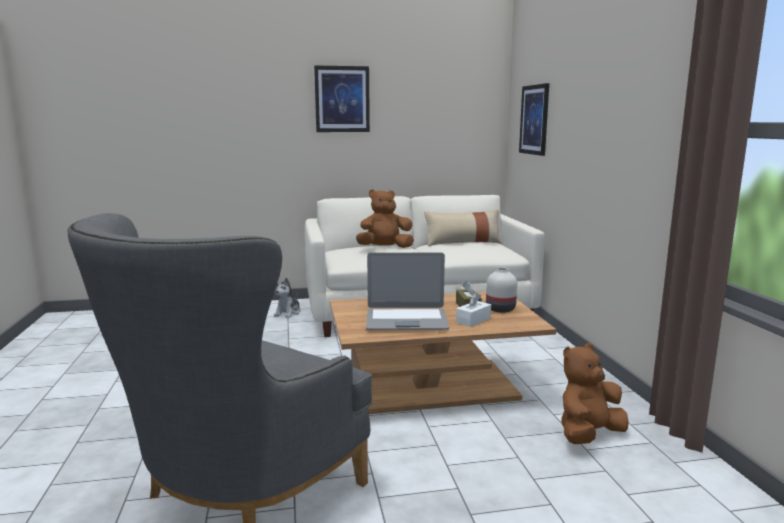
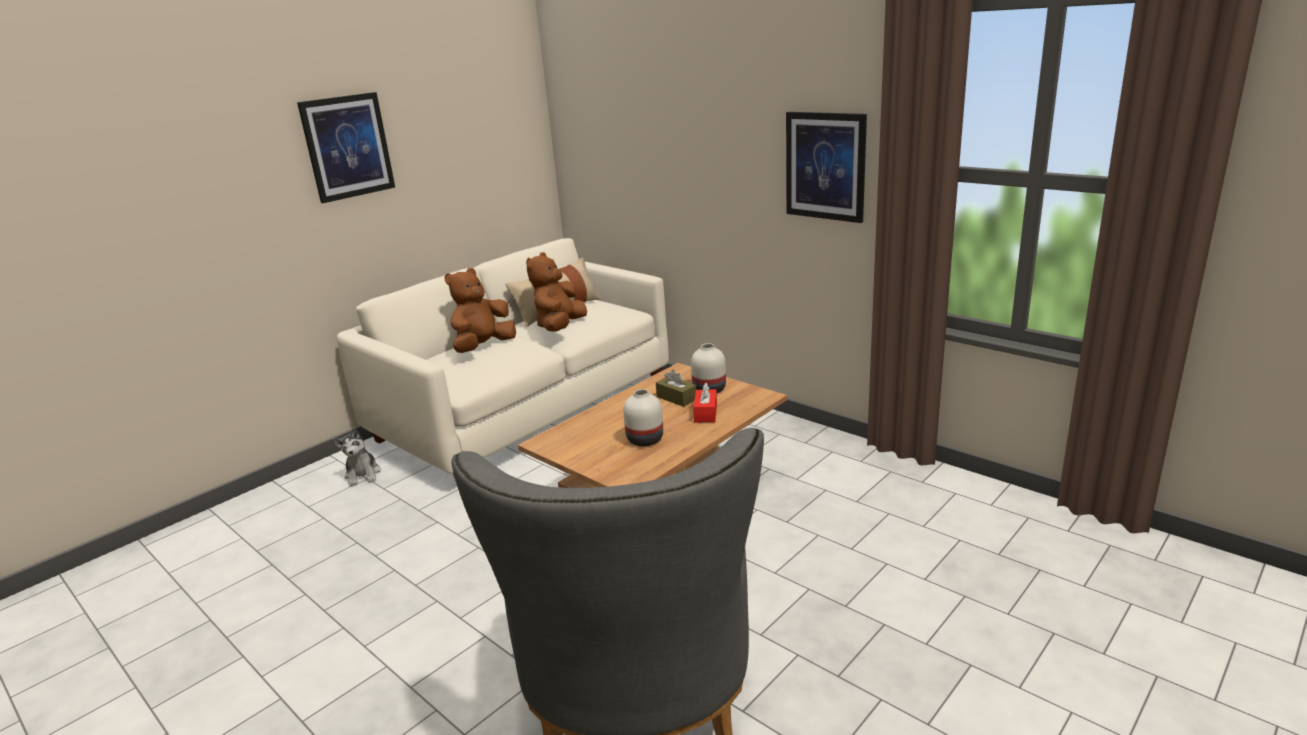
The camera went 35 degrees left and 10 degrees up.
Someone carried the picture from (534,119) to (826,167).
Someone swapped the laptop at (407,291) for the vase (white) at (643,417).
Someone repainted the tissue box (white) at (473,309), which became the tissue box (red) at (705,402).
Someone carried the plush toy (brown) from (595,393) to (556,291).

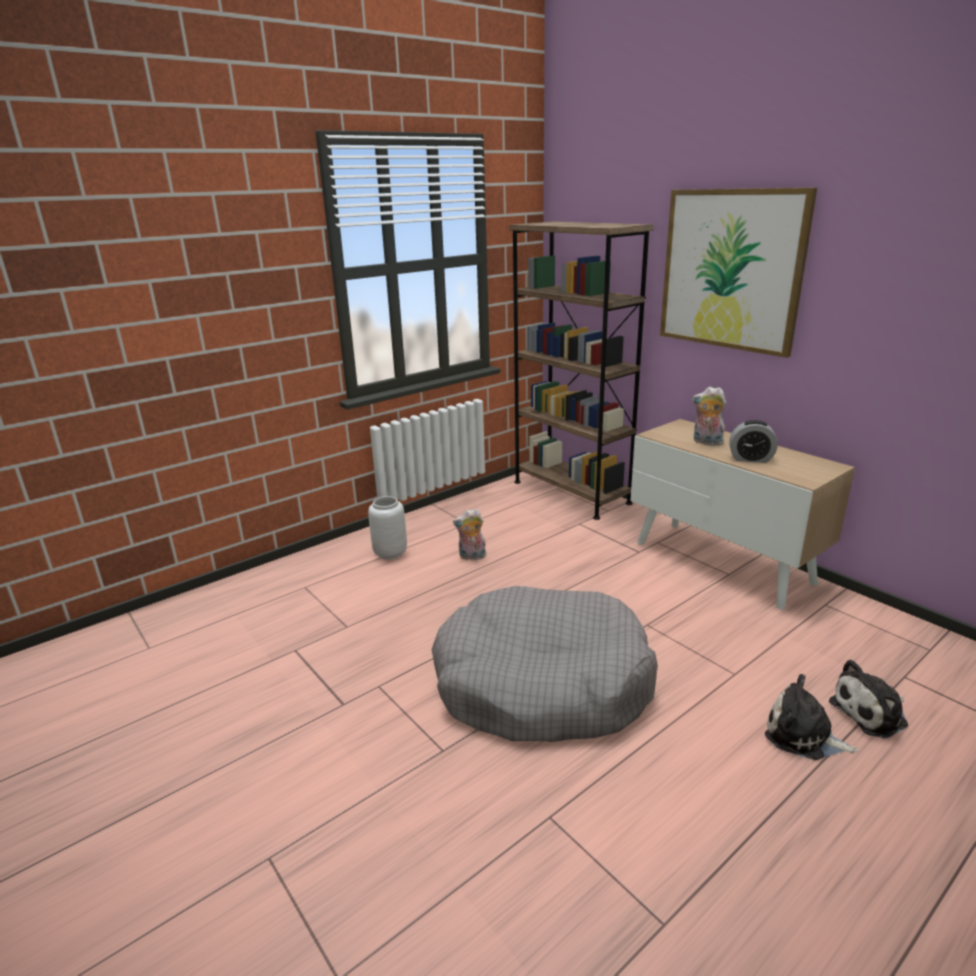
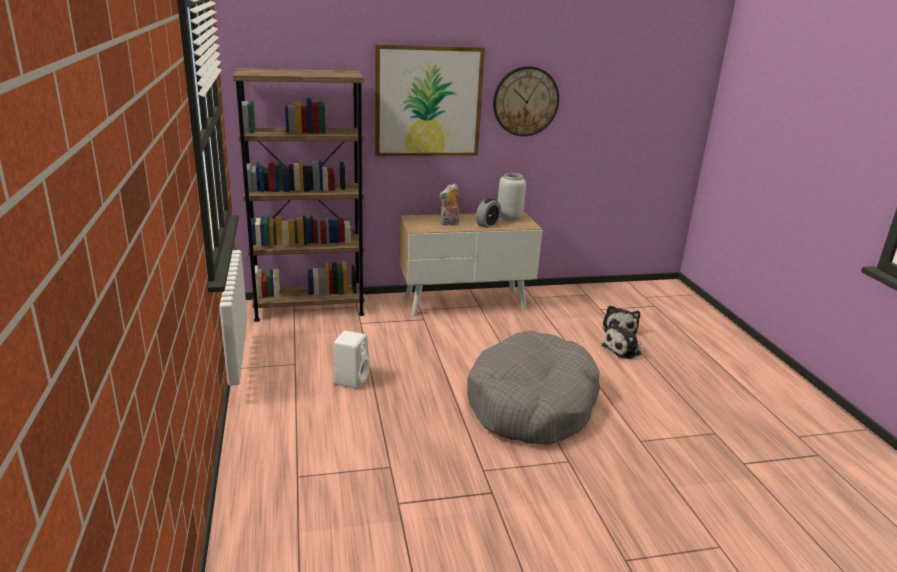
The camera went 65 degrees left and 0 degrees up.
Someone carried the vase (grey) from (387,528) to (512,197).
Someone swapped the plush toy at (470,534) for the speaker (white) at (352,360).
Someone put up the wall clock at (526,101).

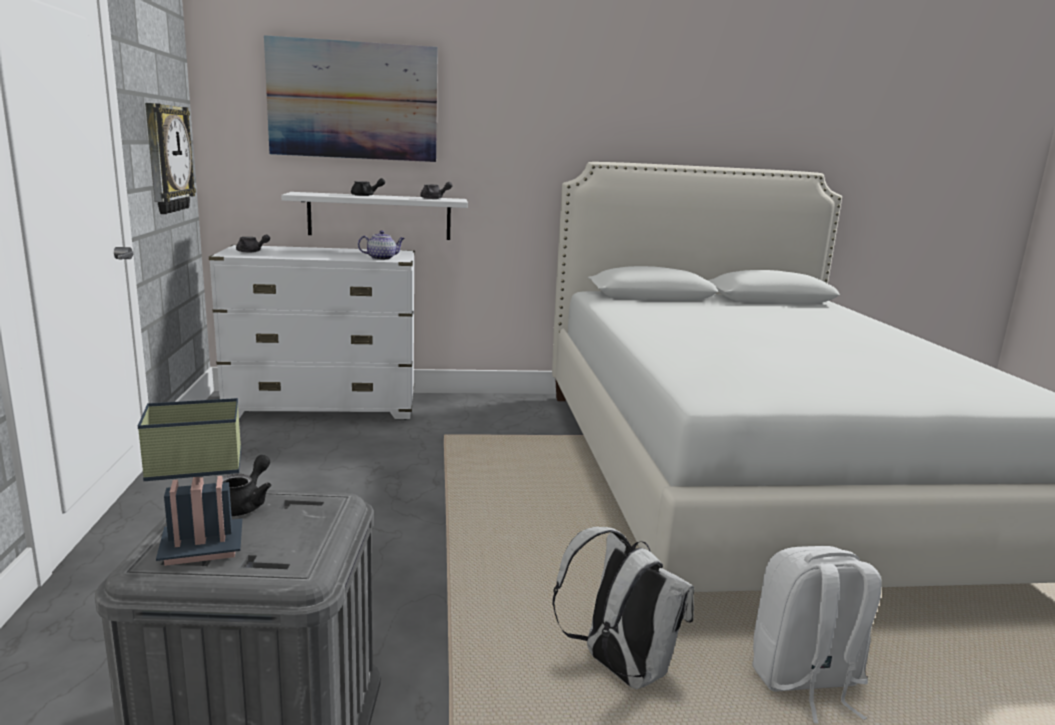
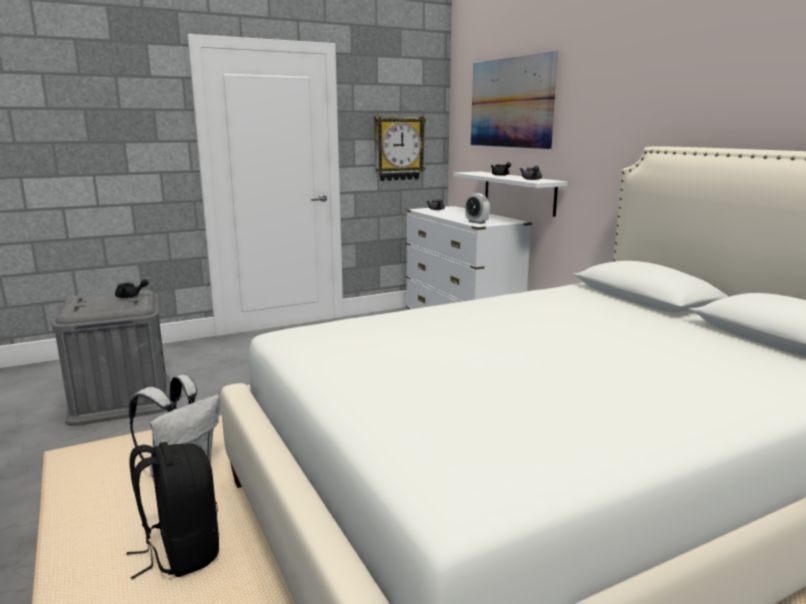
The camera went 70 degrees right and 0 degrees up.
Someone swapped the teapot at (381,245) for the alarm clock at (477,208).
Someone took away the table lamp at (190,482).
Someone repainted the backpack (white) at (817,635), which became the backpack (black) at (172,510).

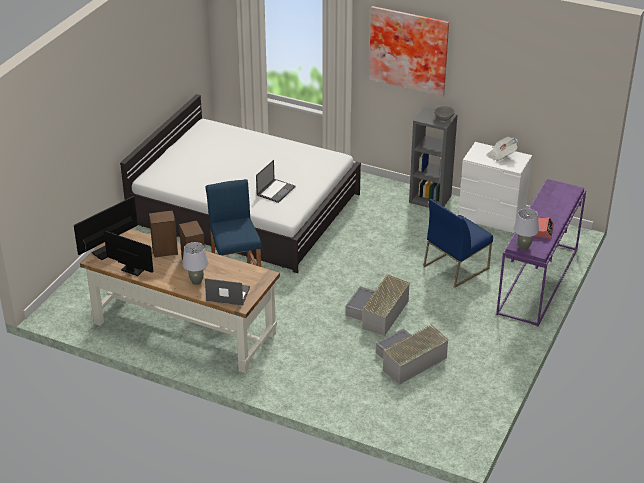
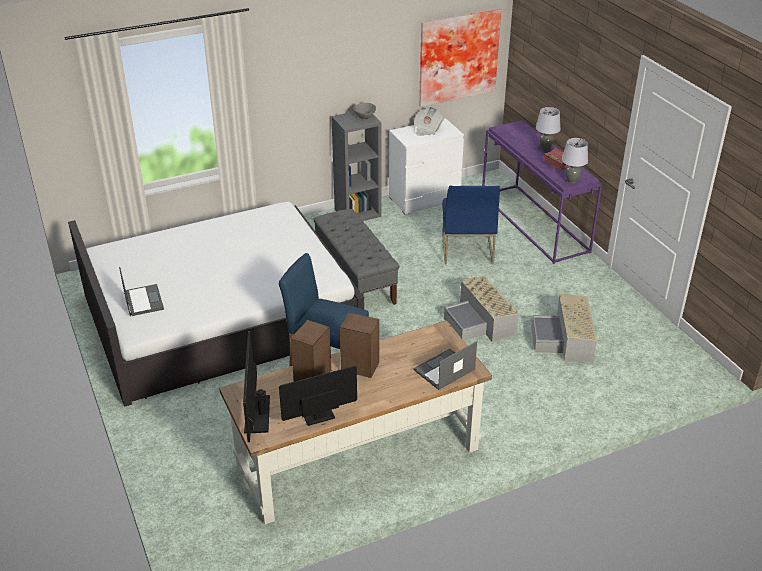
The camera went 50 degrees left and 0 degrees up.
Someone carried the picture from (409,51) to (460,58).
Someone carried the laptop from (276,181) to (141,292).
Someone carried the table lamp (grey) from (195,263) to (548,129).
Someone put down the bench (grey) at (356,257).

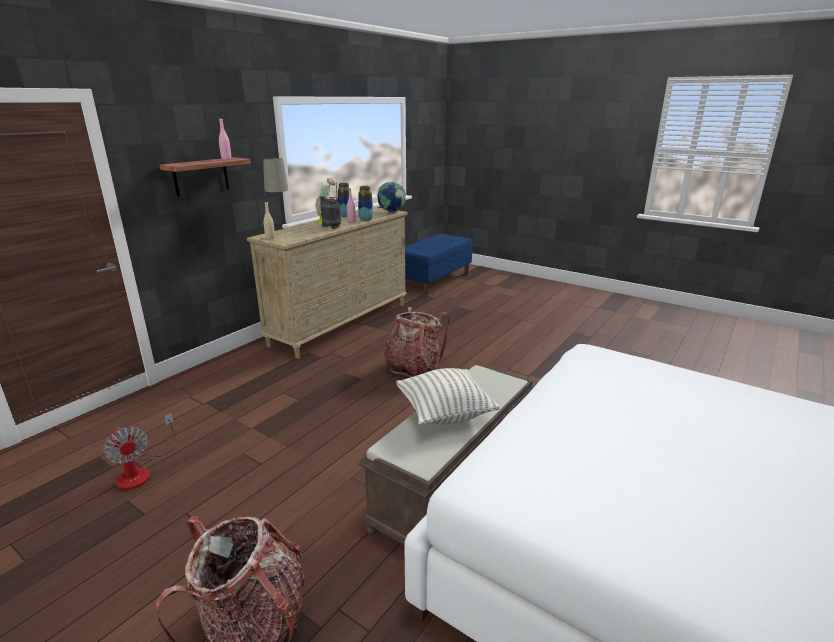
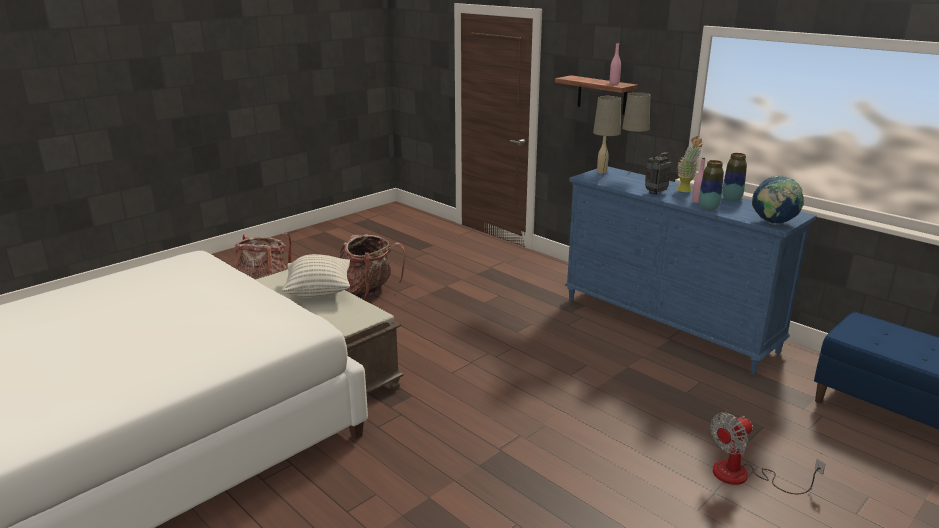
The camera went 100 degrees right and 0 degrees up.
Someone repainted the dresser (beige) at (327,283), which became the dresser (blue) at (690,270).
Someone carried the backpack from (417,342) to (372,267).
Someone carried the fan from (140,451) to (768,453).
Someone put down the table lamp (beige) at (607,138).

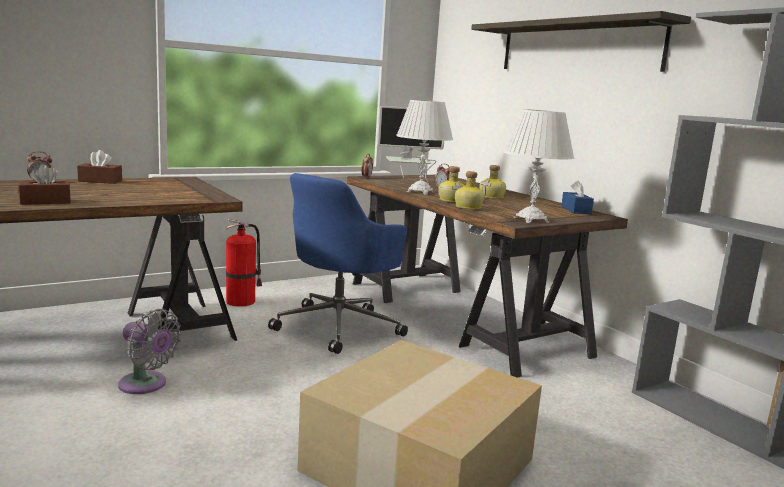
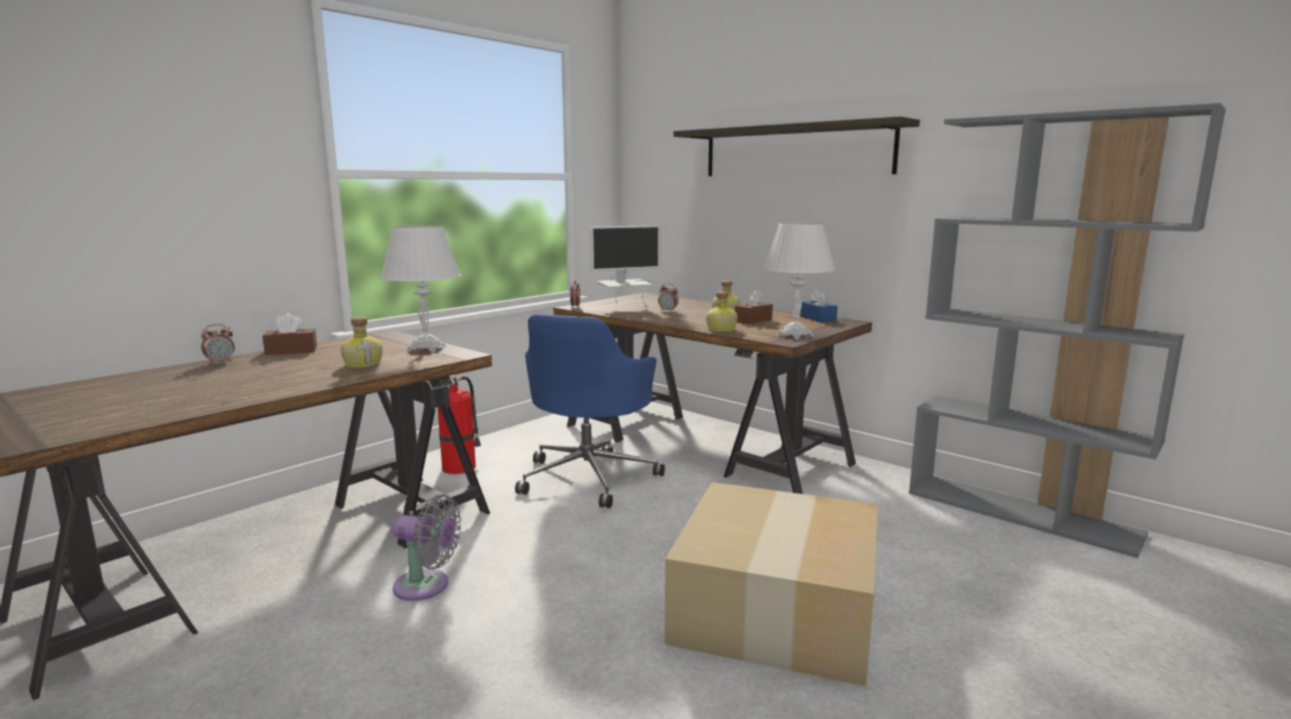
The camera went 15 degrees left and 0 degrees up.
Someone carried the table lamp (white) from (424,147) to (420,289).
Someone carried the tissue box (brown) from (45,184) to (754,307).
Someone carried the bottle from (451,184) to (362,342).

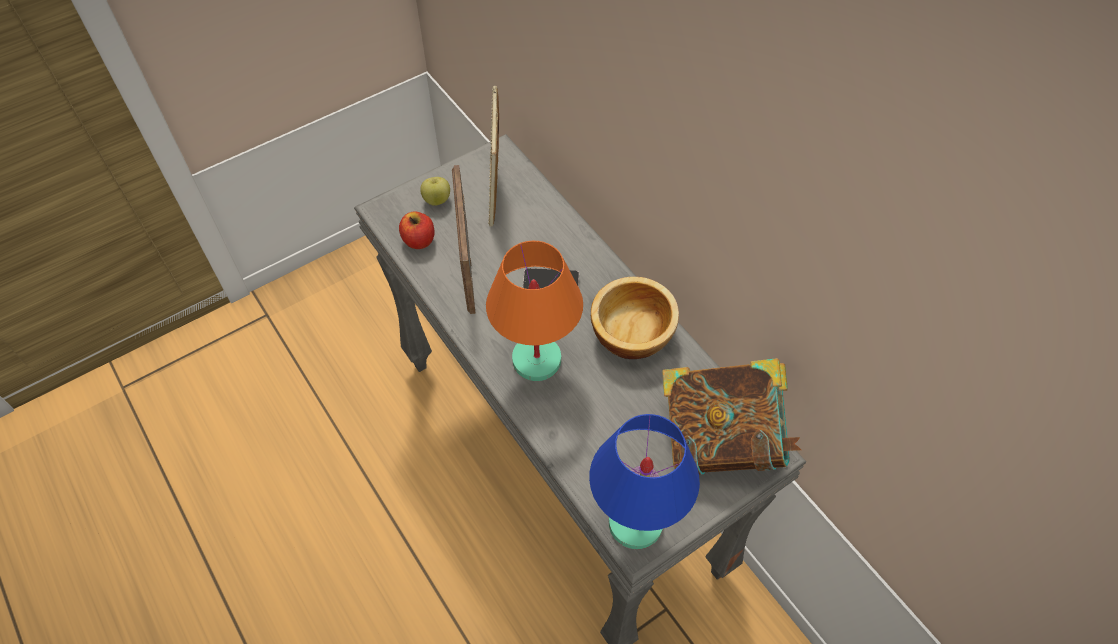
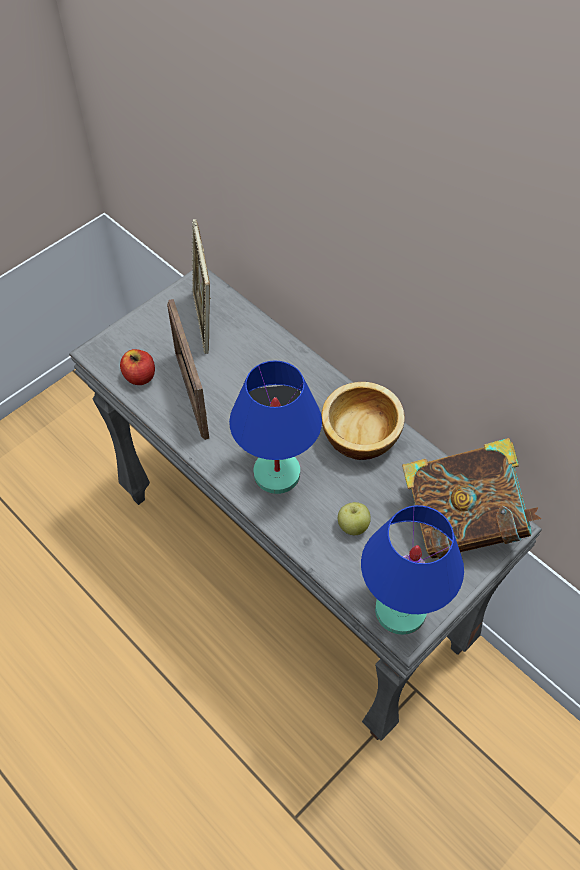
The camera went 10 degrees left and 0 degrees up.
Someone carried the apple from (435,191) to (354,518).
Someone repainted the table lamp (orange) at (534,311), which became the table lamp (blue) at (275,427).

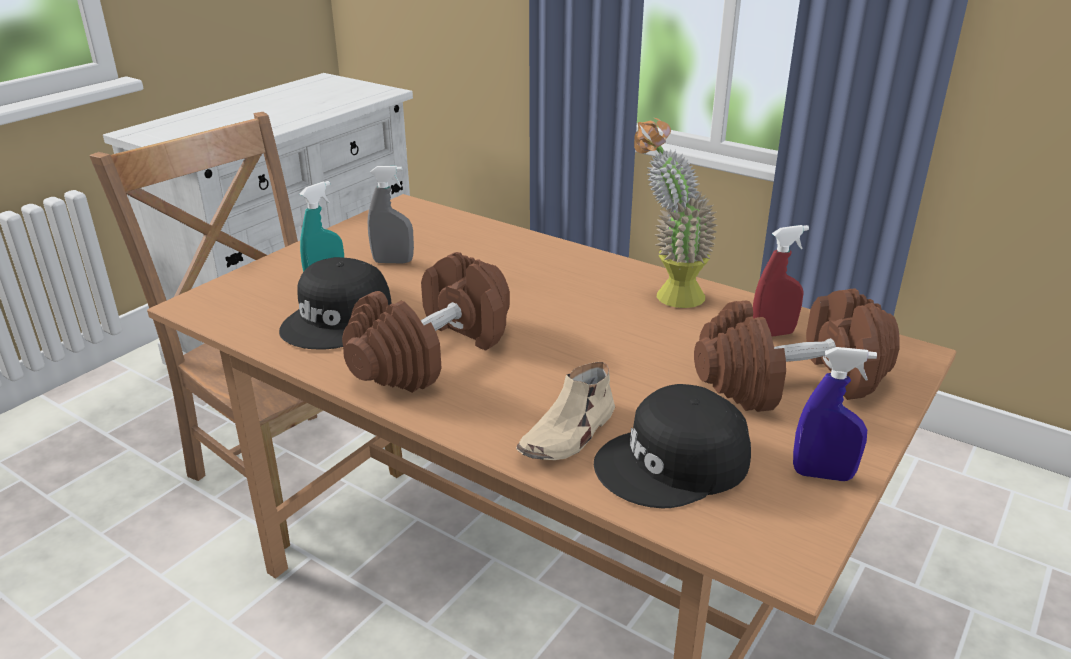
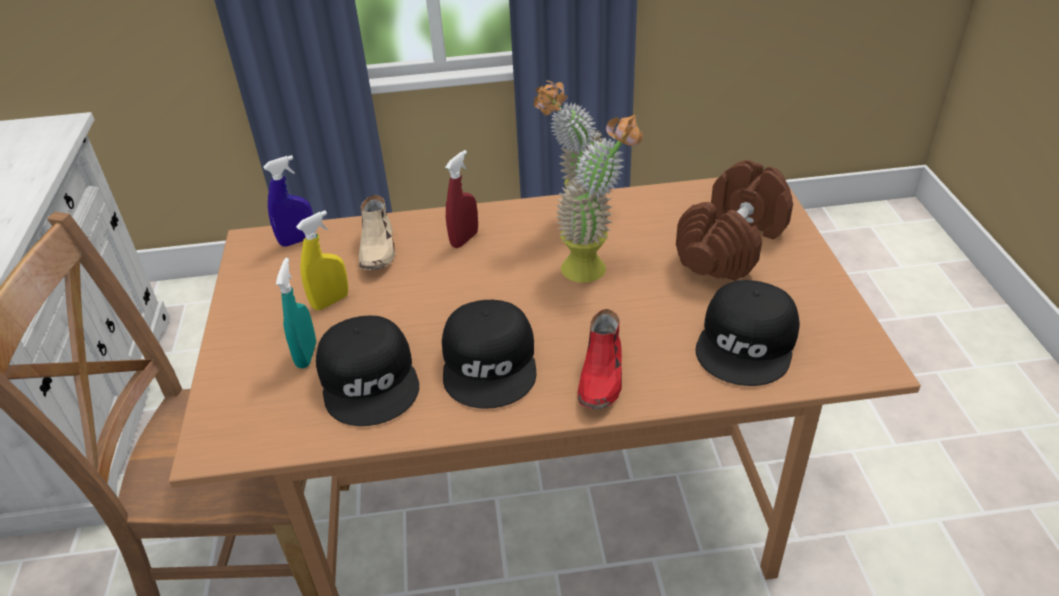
The camera went 40 degrees left and 10 degrees up.
Someone repainted the spray bottle (grey) at (391,215), which became the spray bottle (yellow) at (322,260).
Someone carried the spray bottle (red) from (781,281) to (461,199).
Someone swapped the dumbbell (brown) at (426,322) for the cap (black) at (489,354).
Someone carried the spray bottle (blue) from (835,414) to (288,201).
Someone carried the shoe (beige) from (565,411) to (377,232).
Someone put down the potted plant at (599,199).
Someone put down the shoe (red) at (600,359).

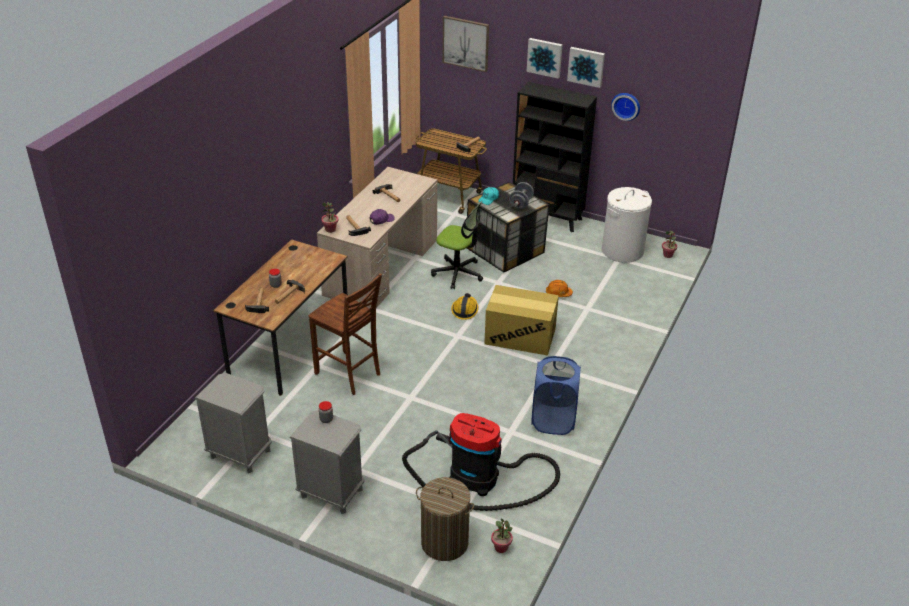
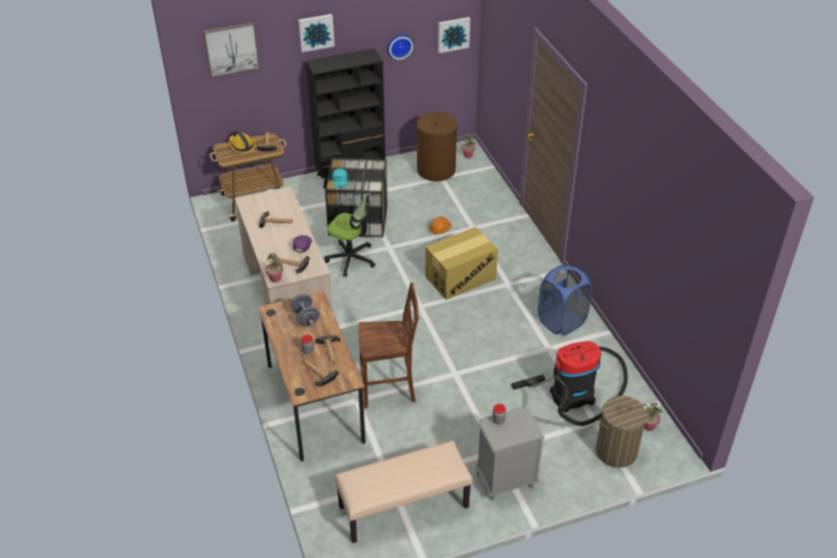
The camera went 45 degrees left and 5 degrees up.
Someone carried the picture from (586,67) to (454,35).
Someone carried the dumbbell (grey) from (521,195) to (305,310).
Someone repainted the laundry basket (white) at (627,225), which became the laundry basket (brown) at (437,146).
Someone rotated the office chair at (457,245) by 45 degrees clockwise.
Someone carried the hard hat from (465,306) to (242,142).
Someone swapped the nightstand (grey) at (233,423) for the bench (beige) at (404,492).

